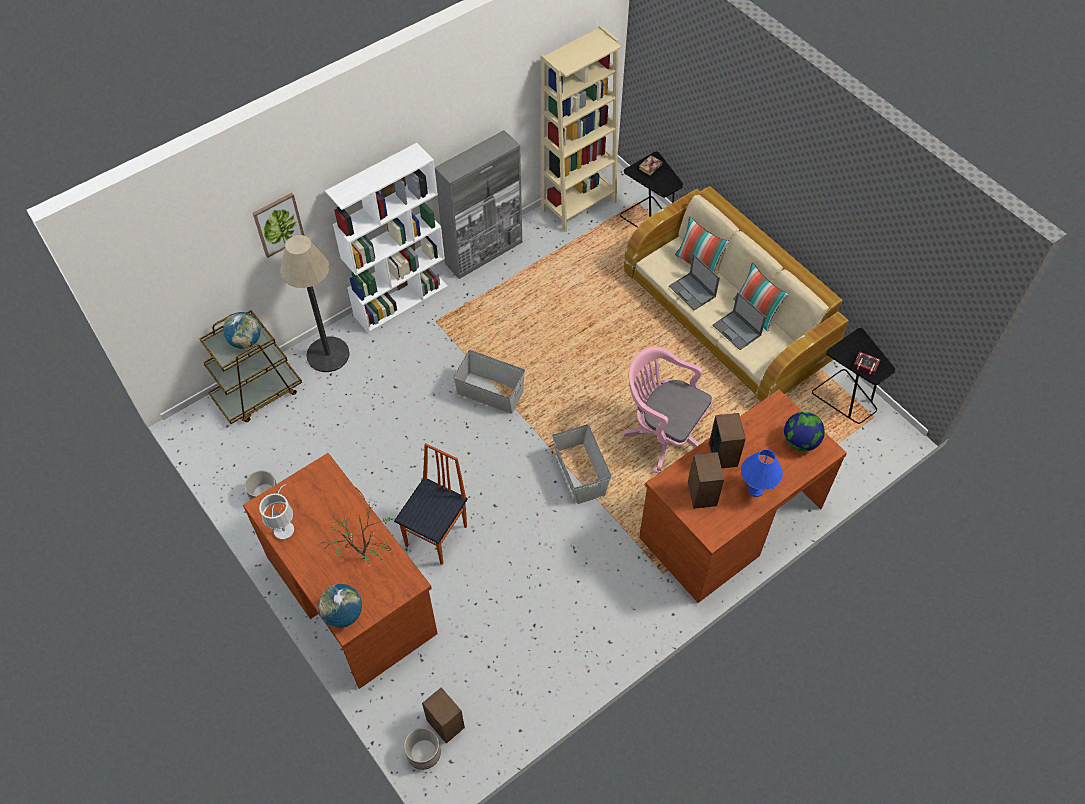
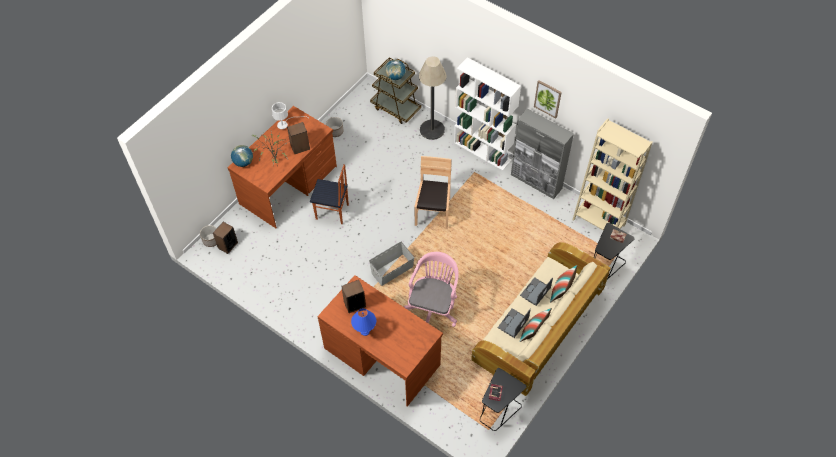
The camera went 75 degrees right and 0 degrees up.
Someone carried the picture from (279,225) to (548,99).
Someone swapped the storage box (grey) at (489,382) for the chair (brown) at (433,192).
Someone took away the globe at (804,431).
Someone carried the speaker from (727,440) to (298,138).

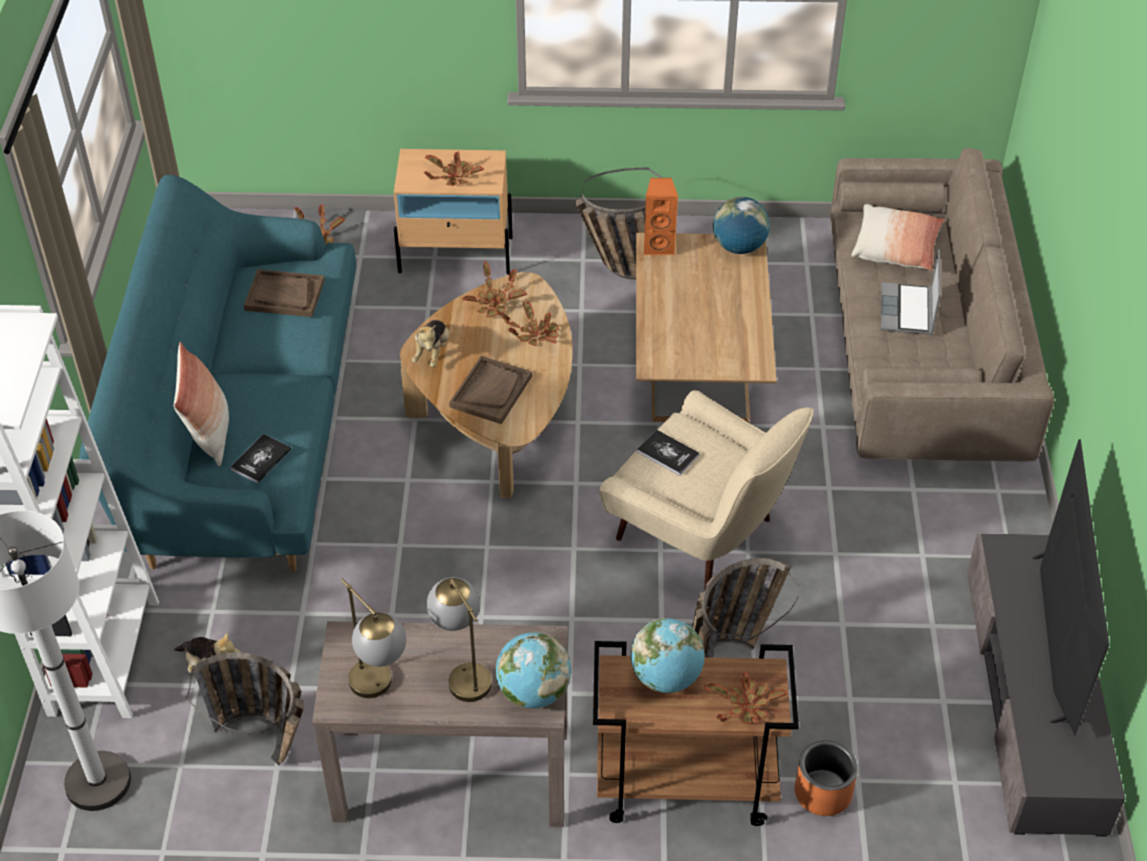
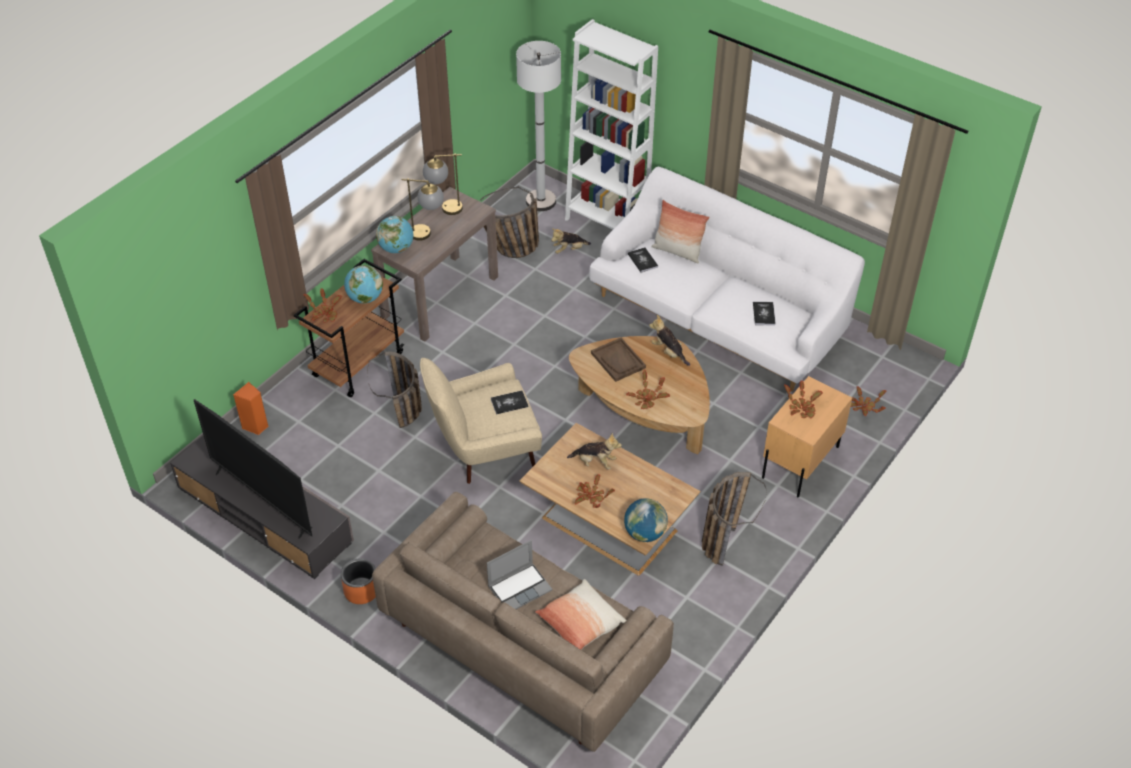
The camera went 125 degrees right and 0 degrees up.
Someone repainted the sofa (turquoise) at (217,373), which became the sofa (white) at (727,279).
Someone carried the speaker (orange) from (660,216) to (250,408).
Someone rotated the laptop at (911,292) by 105 degrees clockwise.
Someone carried the potted plant from (494,289) to (595,491).
Someone swapped the tray (brown) at (284,293) for the book at (764,314).
Someone carried the planter (orange) from (826,778) to (358,581).
Someone put down the plush toy at (594,451).

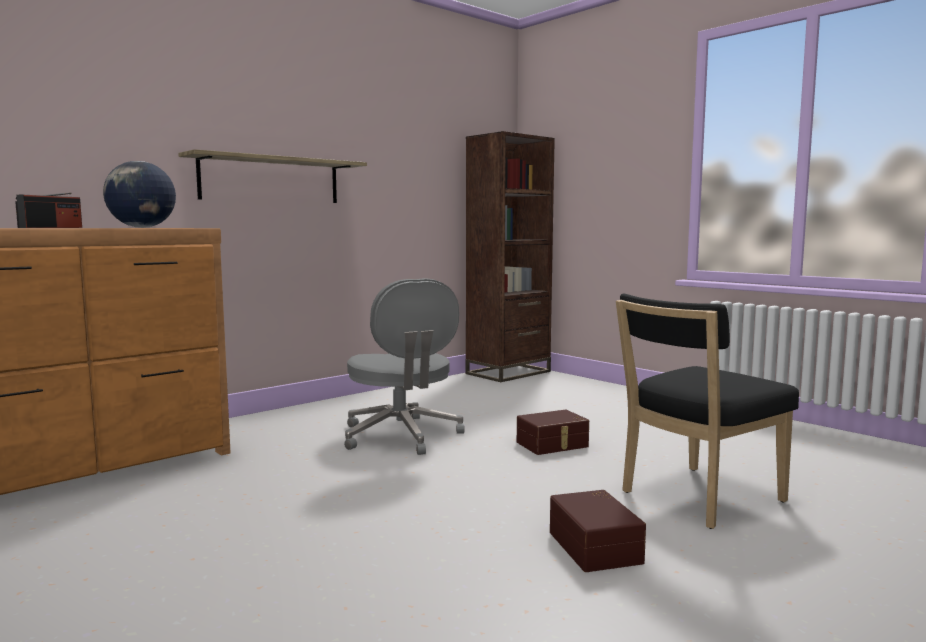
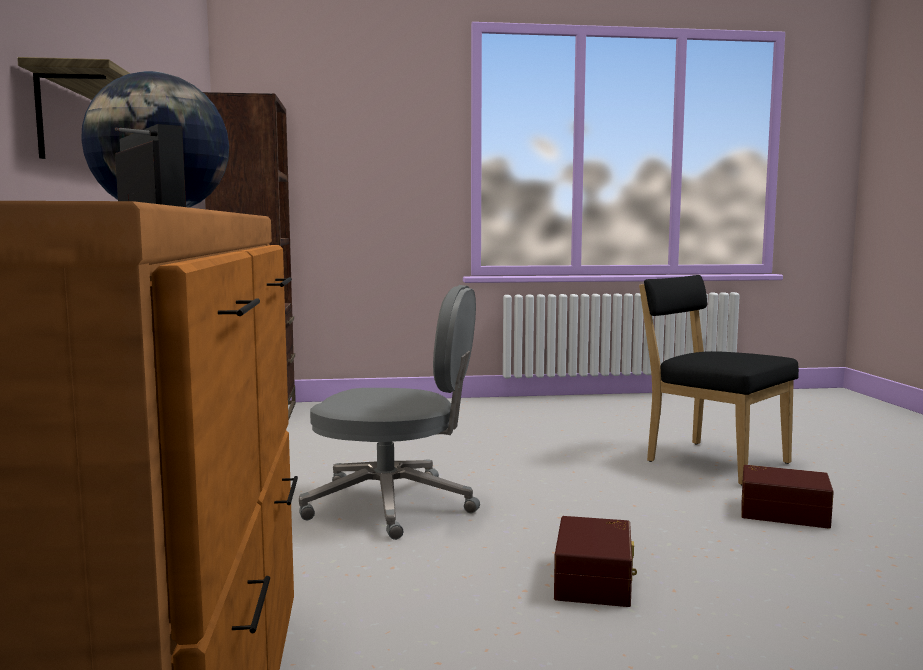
The camera went 55 degrees left and 0 degrees up.
Someone rotated the chair (black) at (707,411) by 135 degrees clockwise.
Someone carried the storage box (brown) from (553,432) to (595,561).

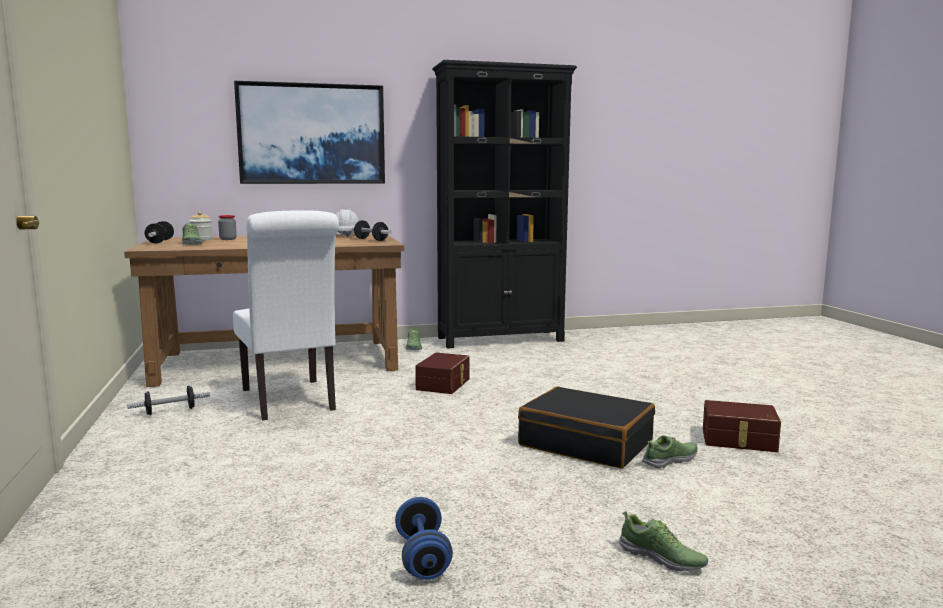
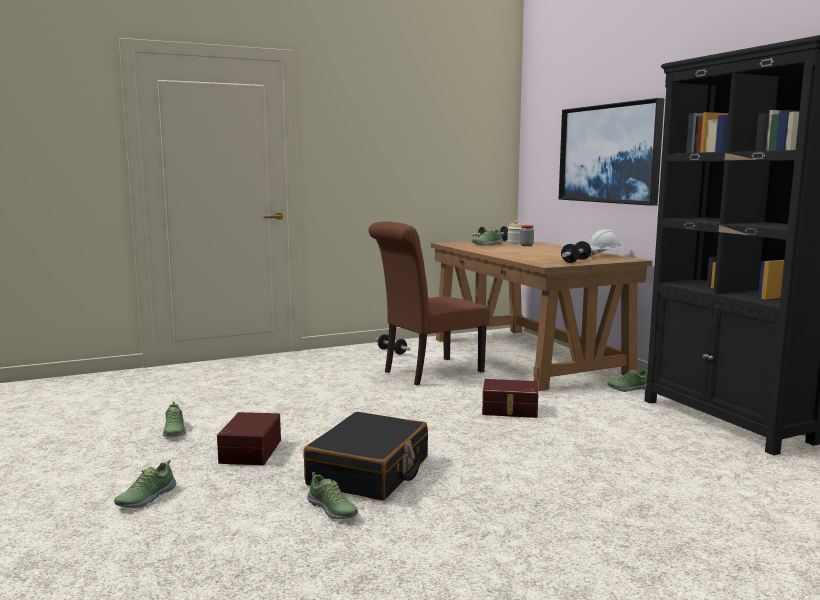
The camera went 80 degrees right and 0 degrees up.
Someone repainted the chair (white) at (286,315), which became the chair (brown) at (429,304).
Someone carried the storage box (brown) from (742,426) to (249,438).
Someone swapped the dumbbell (blue) at (424,538) for the shoe at (174,419).

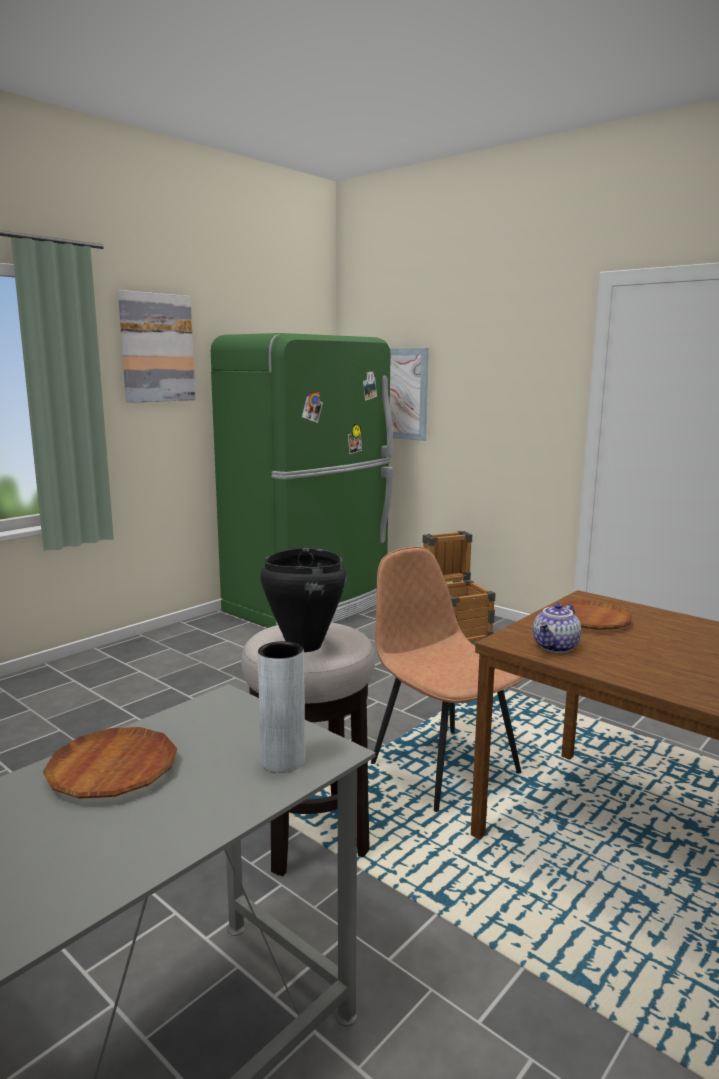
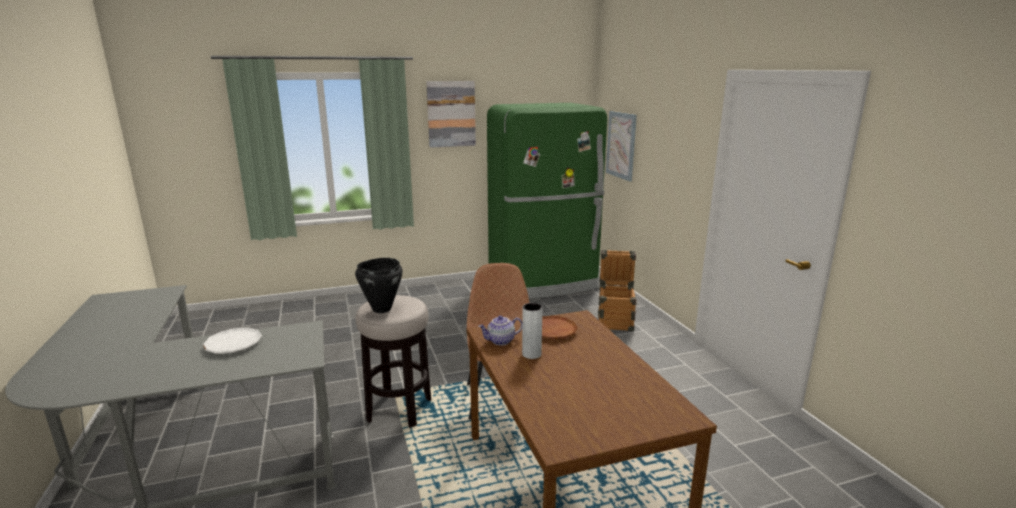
The camera went 30 degrees right and 5 degrees up.
Someone carried the vase (grey) from (281,707) to (532,331).
Someone repainted the plate (brown) at (110,763), which became the plate (white) at (232,340).

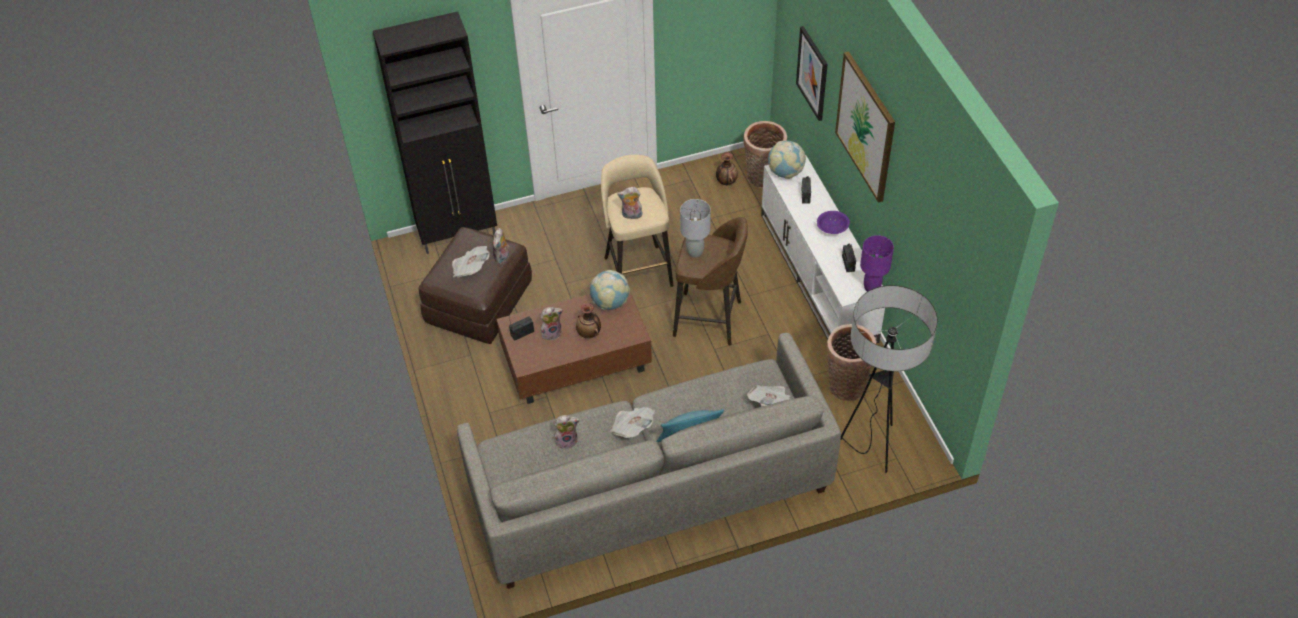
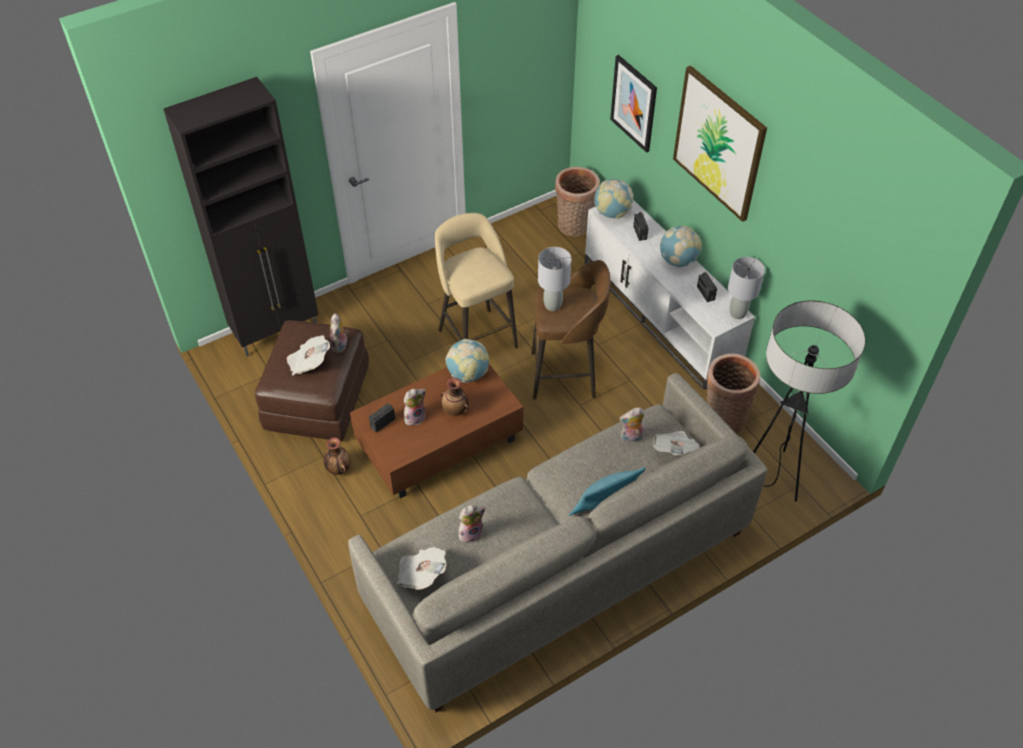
The camera went 15 degrees left and 0 degrees up.
Someone carried the vase from (727,169) to (337,456).
Someone carried the plush toy from (630,203) to (632,425).
Someone swapped the bowl (purple) at (833,222) for the globe at (681,246).
Someone repainted the table lamp (purple) at (877,263), which became the table lamp (grey) at (746,288).
Someone carried the newspaper from (632,422) to (421,568).

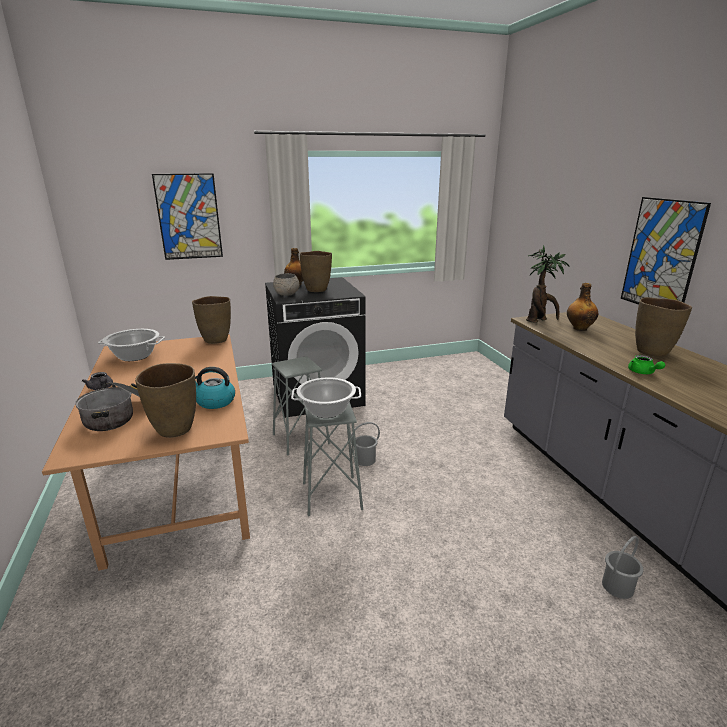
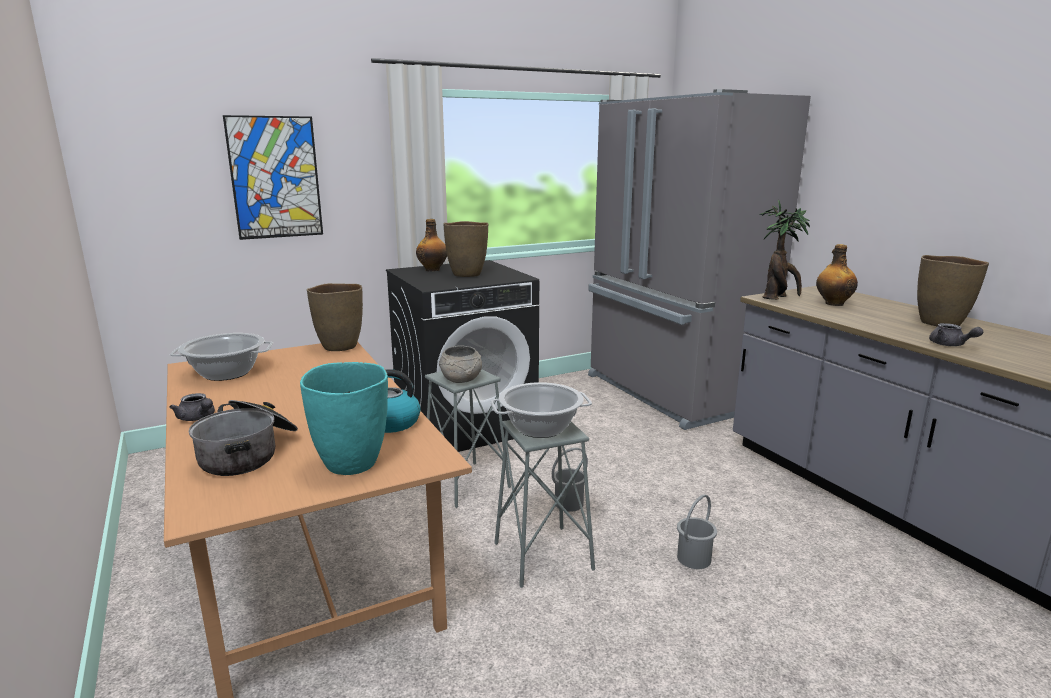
The camera went 10 degrees left and 5 degrees down.
Someone took away the picture at (666,251).
Someone carried the bowl (grey) from (286,284) to (460,364).
Someone repainted the teapot (green) at (646,364), which became the teapot (grey) at (956,334).
Someone repainted the vase (brown) at (165,400), which became the vase (turquoise) at (344,418).
Someone carried the bucket (grey) from (623,567) to (697,531).
Someone put down the fridge (grey) at (699,259).

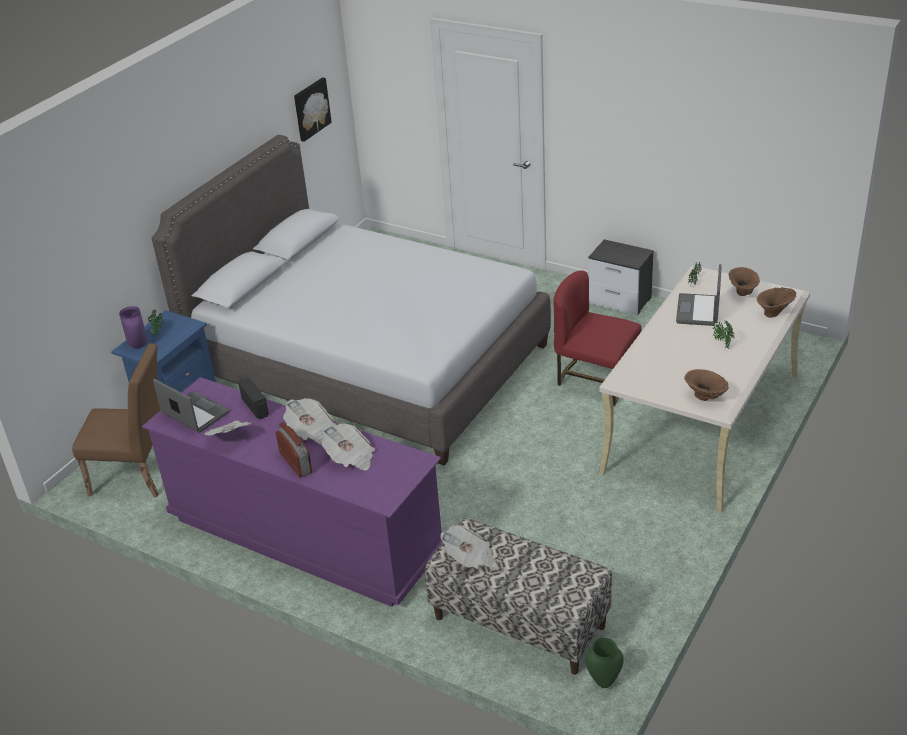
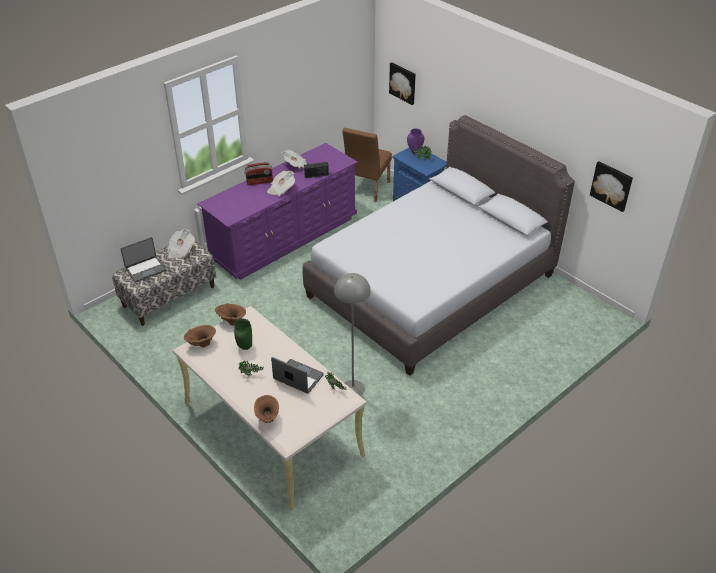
The camera went 105 degrees right and 5 degrees up.
Someone took away the nightstand at (621,277).
Someone carried the vase (brown) from (744,281) to (230,314).
Someone swapped the chair (red) at (597,338) for the floor lamp (grey) at (352,334).
Someone carried the laptop from (191,406) to (143,260).
Someone took away the newspaper at (348,447).
Someone carried the vase (green) from (605,663) to (243,334).
Someone put up the picture at (402,84).

